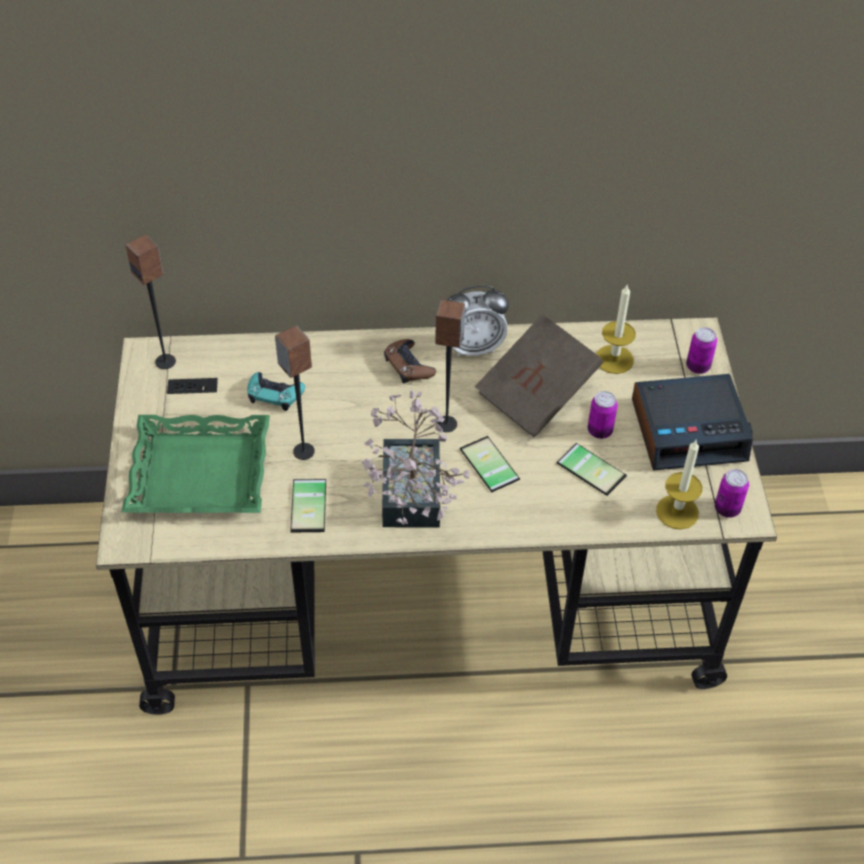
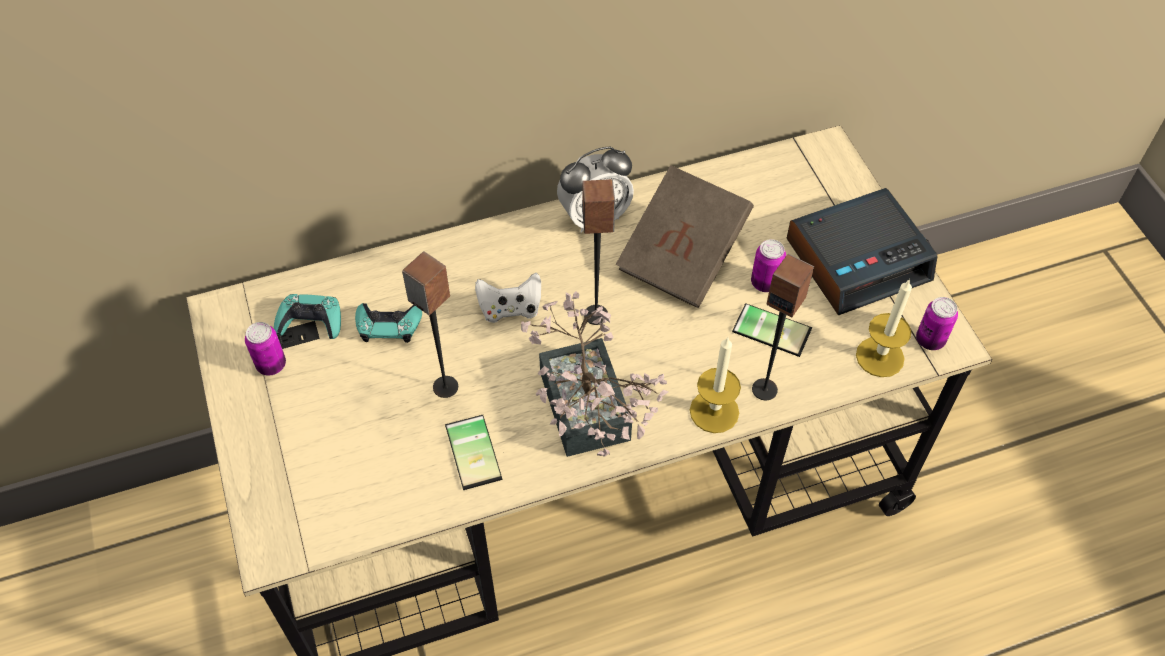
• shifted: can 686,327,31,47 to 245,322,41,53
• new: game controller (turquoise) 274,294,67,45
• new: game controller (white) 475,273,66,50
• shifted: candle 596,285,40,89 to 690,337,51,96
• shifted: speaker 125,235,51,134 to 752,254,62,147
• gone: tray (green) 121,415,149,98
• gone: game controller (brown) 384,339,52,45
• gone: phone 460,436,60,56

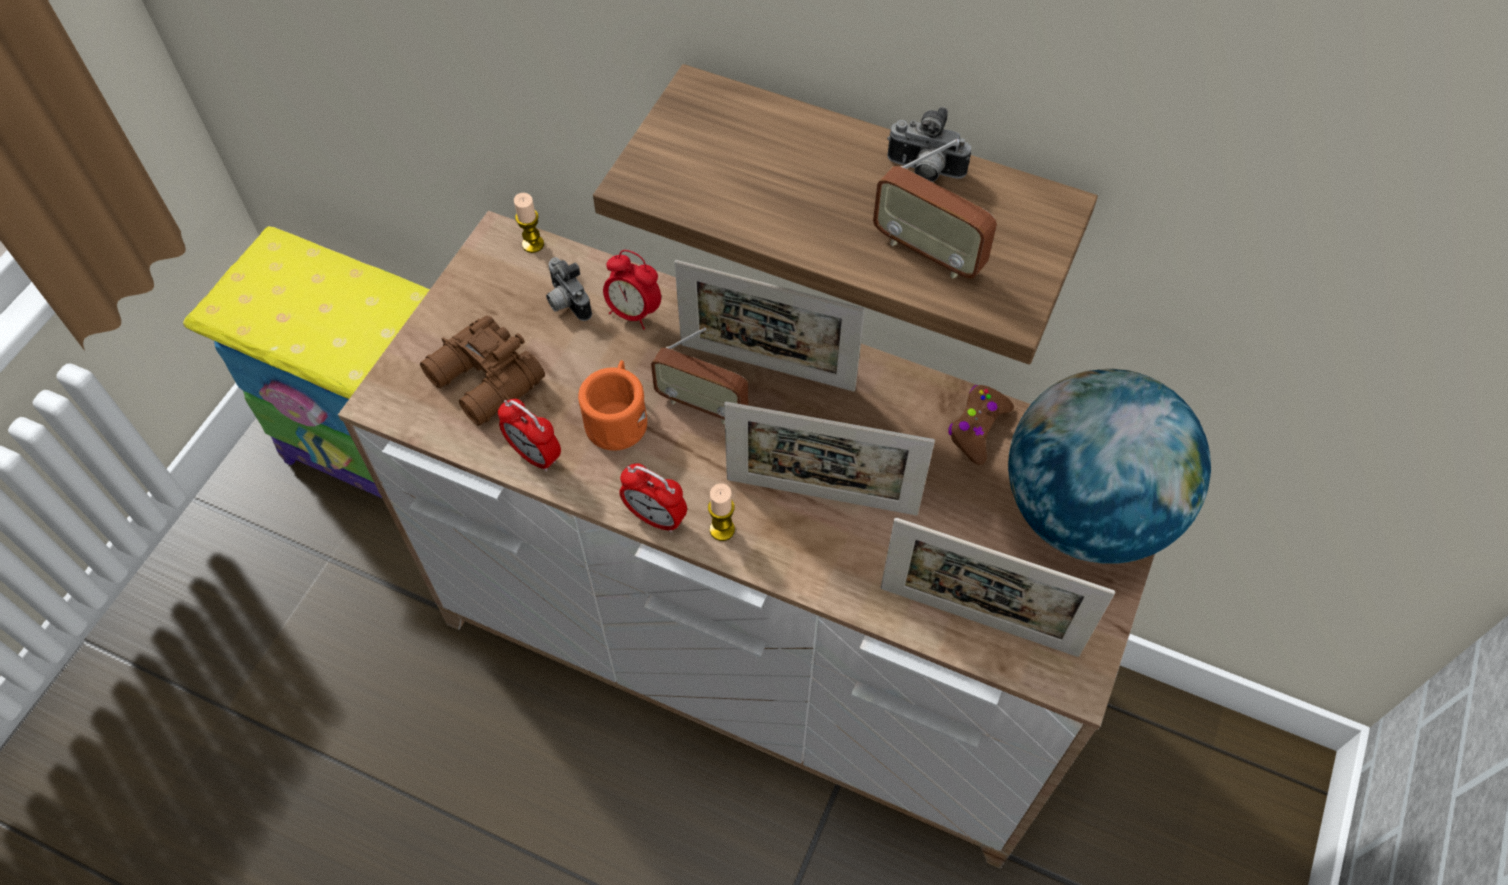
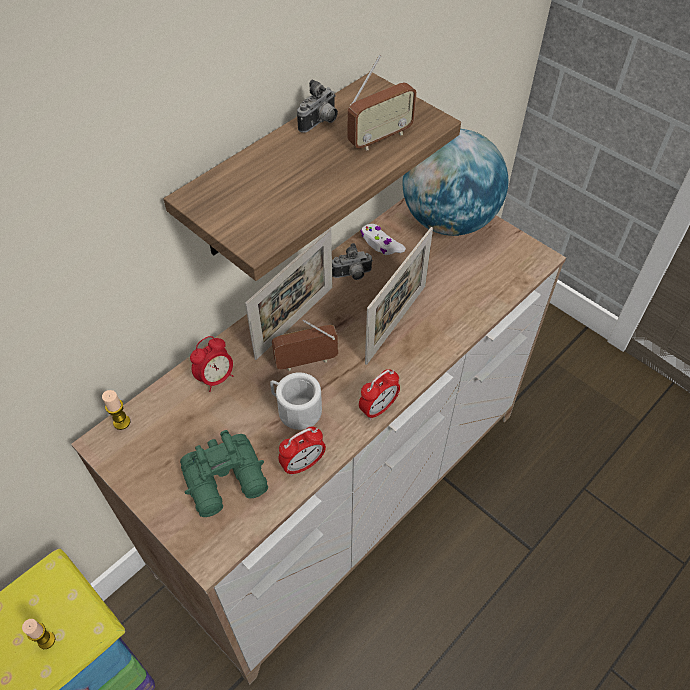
• shifted: candle 708,483,27,58 to 22,619,33,30
• repainted: binoculars (brown) 420,315,125,111 to binoculars (green) 180,430,88,87
• repainted: mug (orange) 578,360,69,91 to mug (white) 270,372,52,58
• rotated: radio 651,328,97,96 = 272,320,66,51 150 degrees counterclockwise
• shifted: photo camera 546,257,46,64 to 332,243,41,37
• repainted: game controller (brown) 948,385,66,80 to game controller (white) 360,224,46,31
• gone: picture frame 881,517,234,140

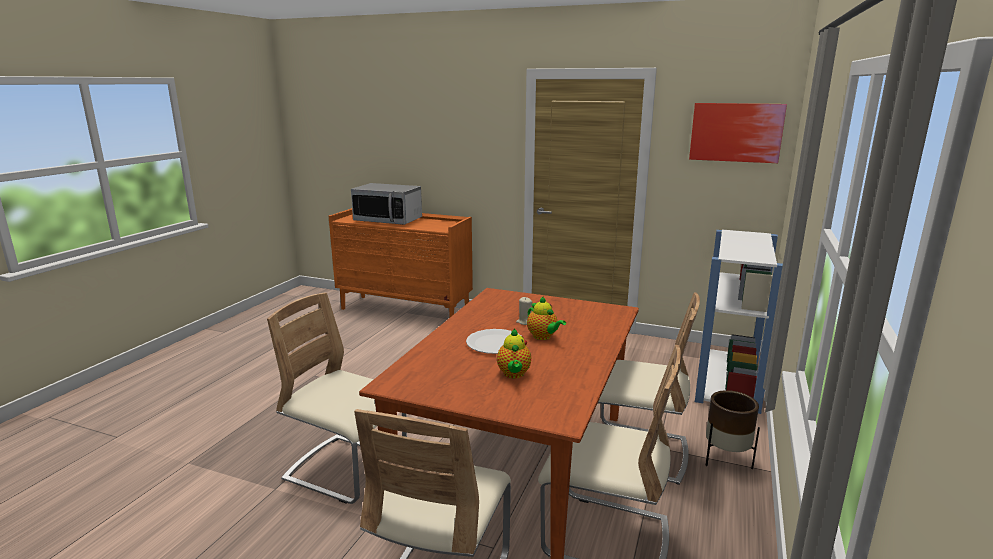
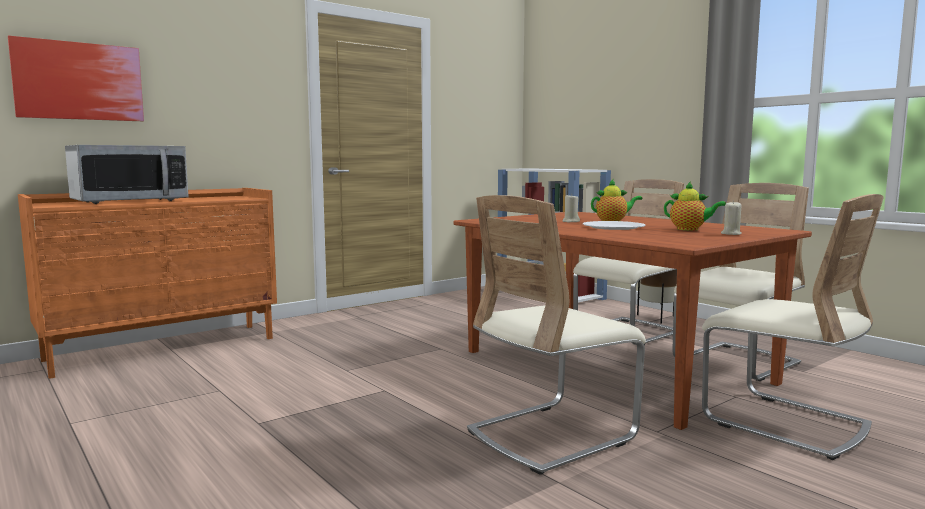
• shifted: picture 689,103,98,60 to 8,36,136,85
• new: candle (beige) 721,201,21,34

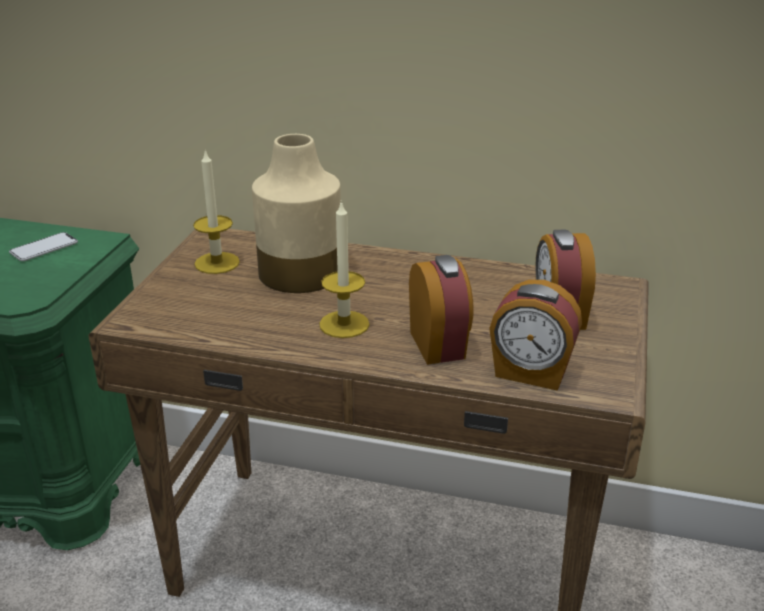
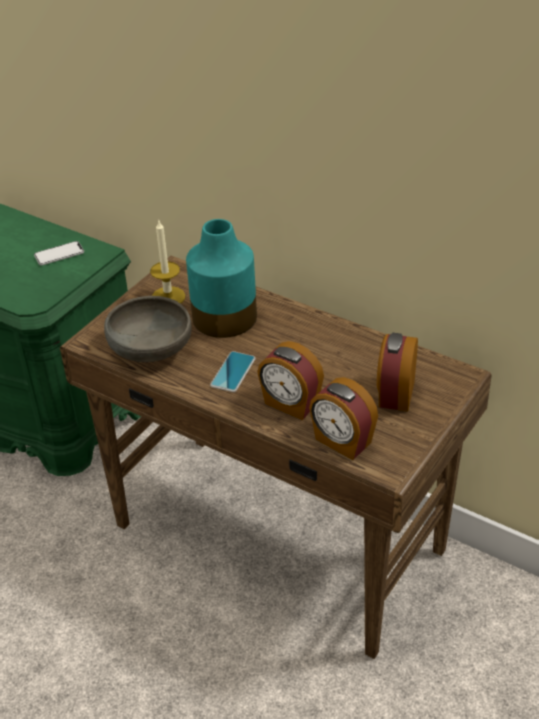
• new: bowl (grey) 104,296,87,66
• repainted: vase (beige) 252,134,89,159 to vase (turquoise) 186,219,71,119
• swapped: candle 319,201,50,137 to phone 210,351,46,41
• rotated: alarm clock 409,255,65,110 = 257,341,67,79 120 degrees clockwise

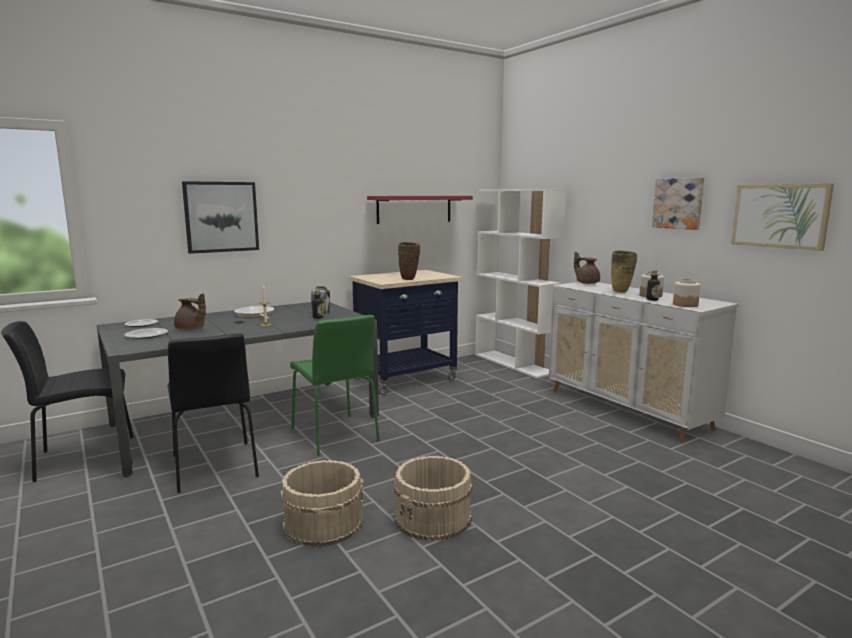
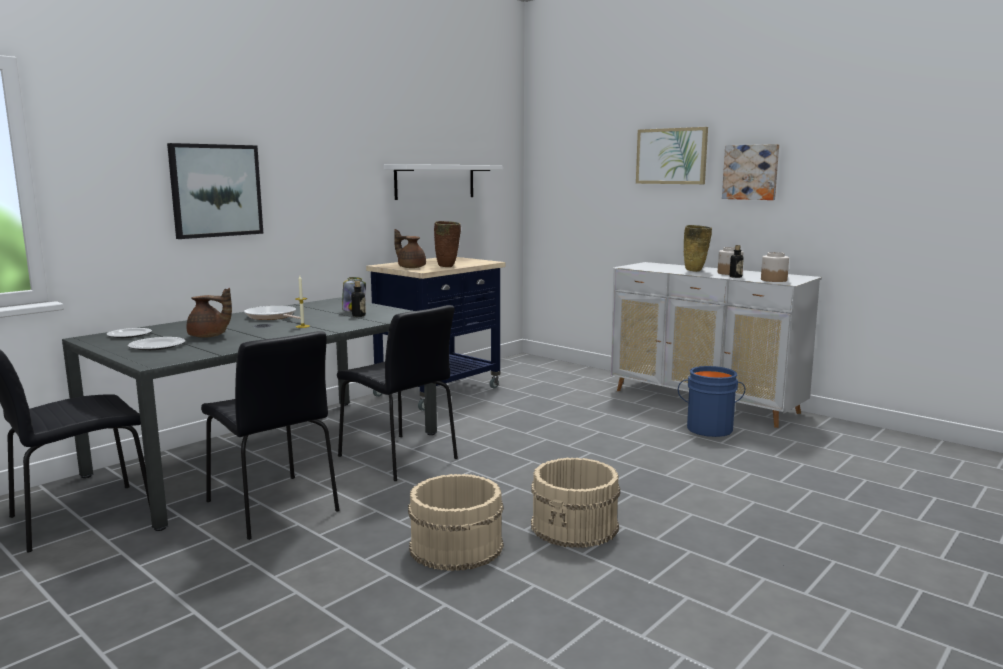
• repainted: chair (green) 290,315,90,141 to chair (black) 337,305,121,176
• repainted: shelf (red) 367,196,106,28 to shelf (white) 384,164,119,36
• shifted: teapot (brown) 574,252,26,32 to 394,229,32,39
• shifted: picture 731,184,103,67 to 636,127,72,57
• new: bucket (blue) 678,366,67,71
• gone: bookcase (white) 475,189,91,189

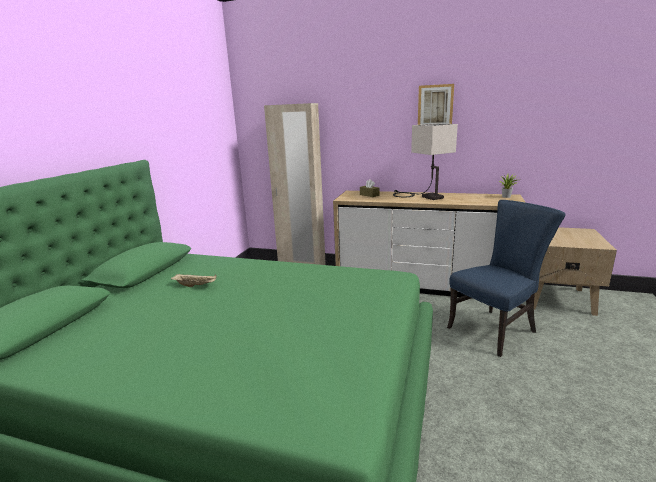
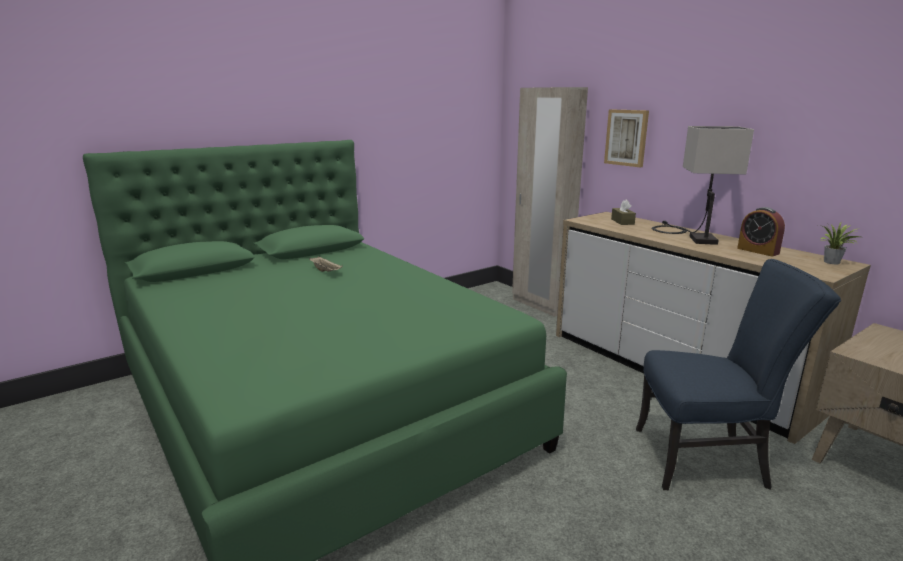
• shifted: picture 418,84,36,41 to 604,109,45,58
• new: alarm clock 737,207,48,49

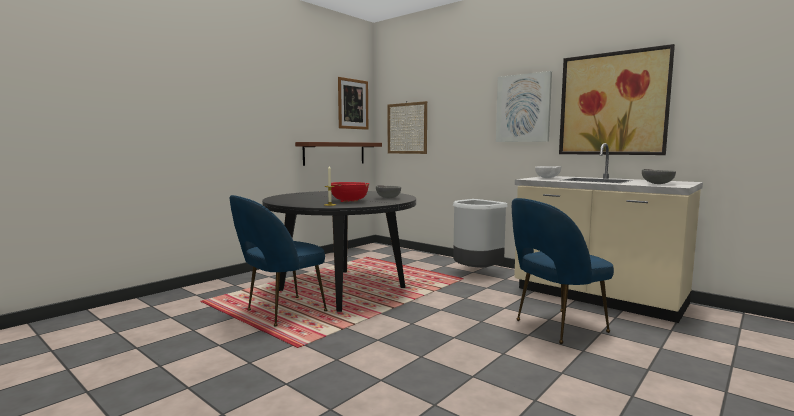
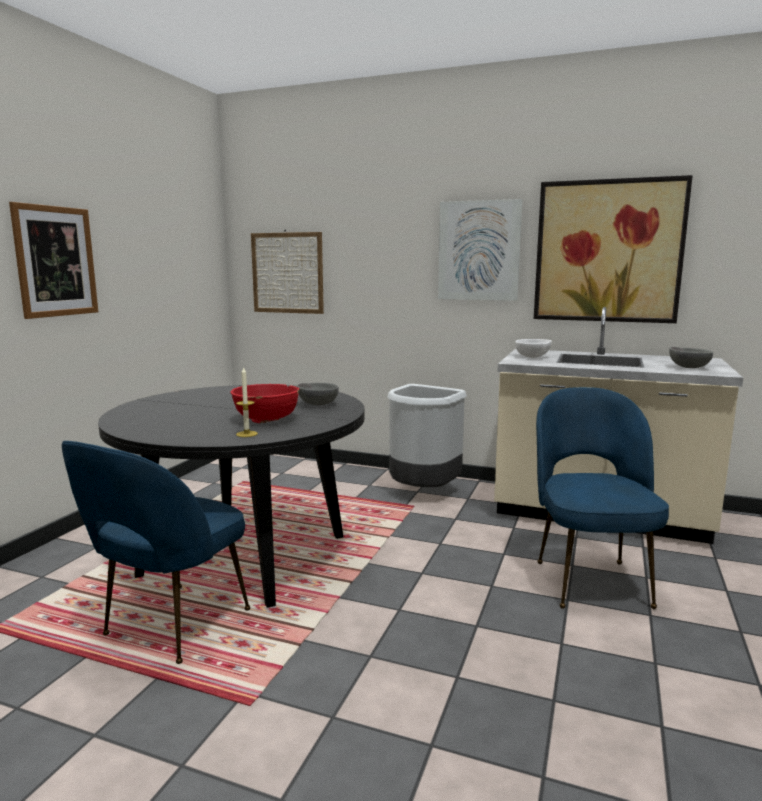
• shifted: picture 338,77,30,53 to 9,202,89,117
• rotated: chair (blue) 512,198,102,146 = 536,387,133,222 135 degrees clockwise
• gone: shelf (brown) 295,142,87,24

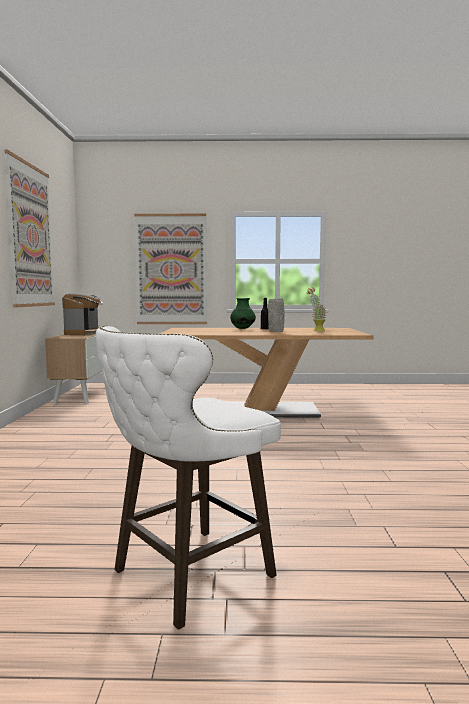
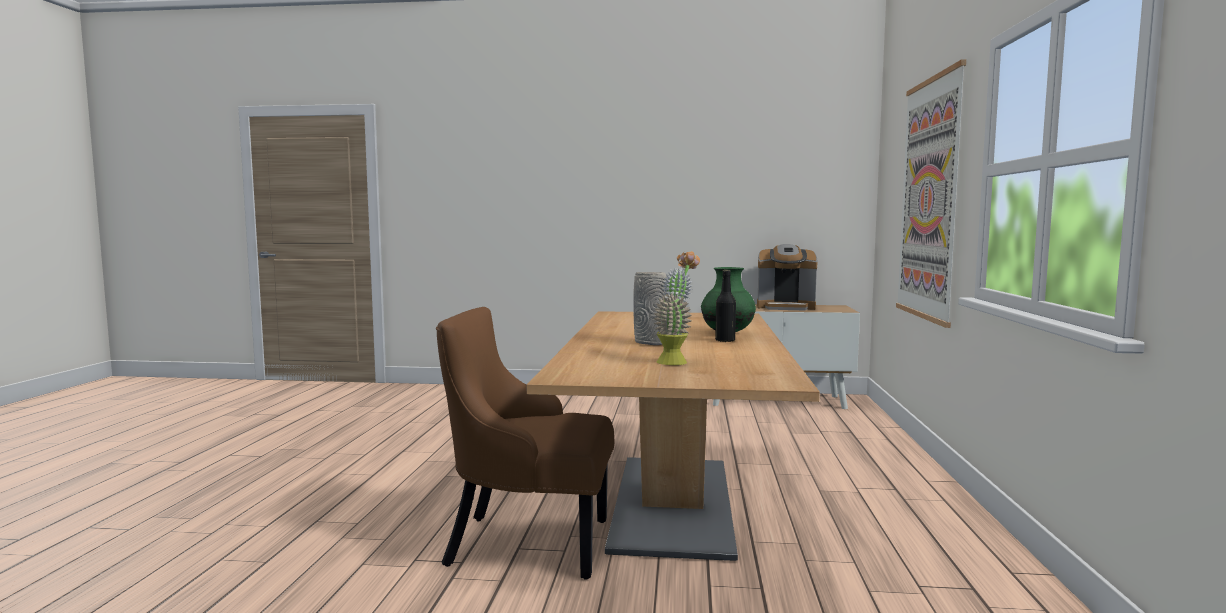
• new: chair (brown) 436,307,178,273
• gone: picture 5,149,50,159
• gone: stool (white) 96,326,185,304

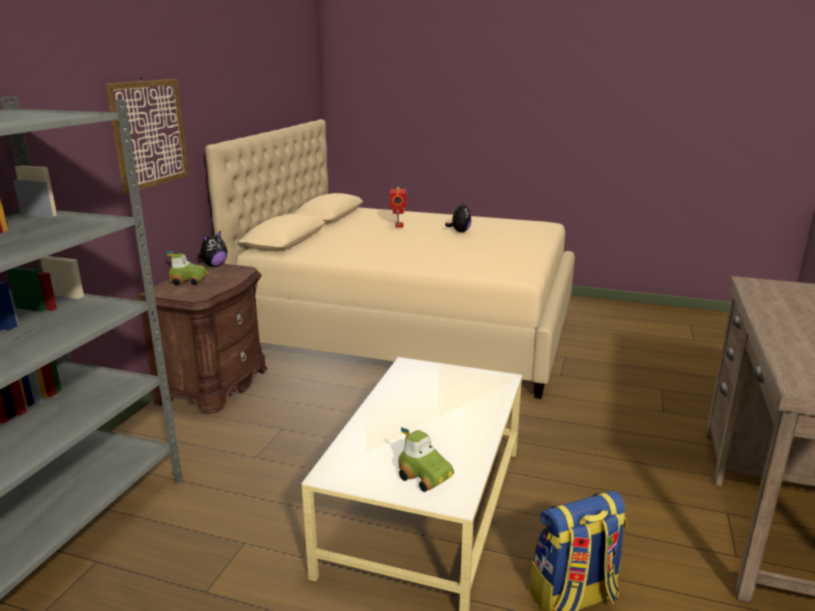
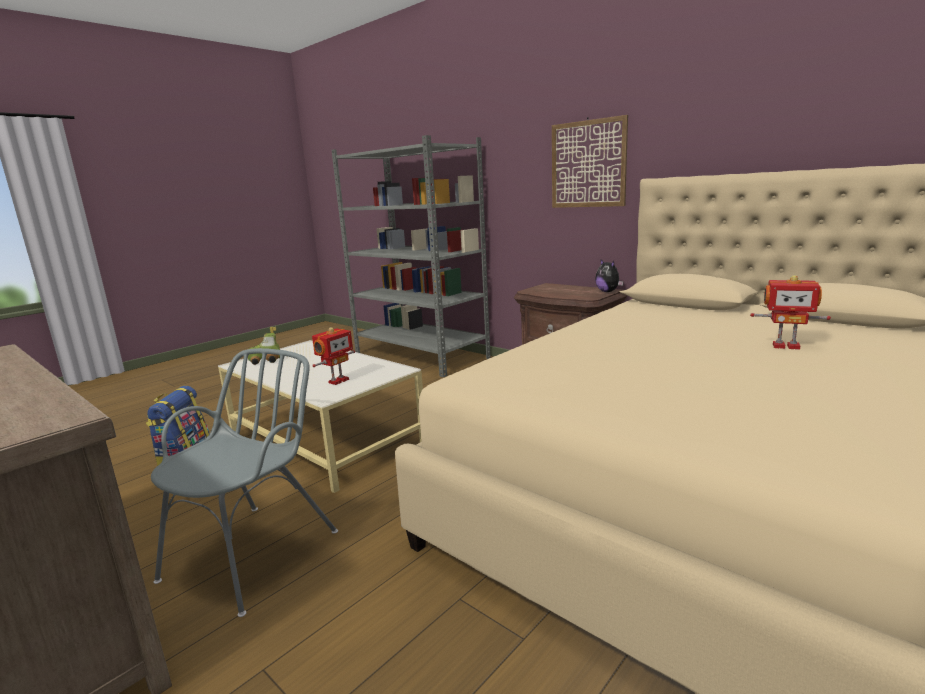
• new: chair (grey) 151,348,187,269
• new: toy robot 312,327,43,58
• gone: toy car 167,251,40,35
• gone: plush toy 445,202,26,30

